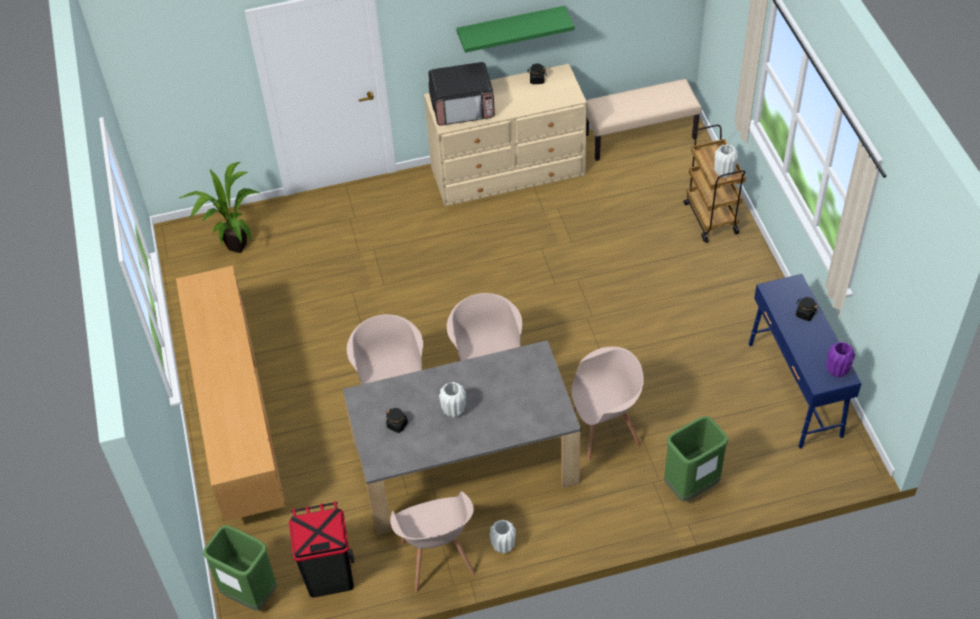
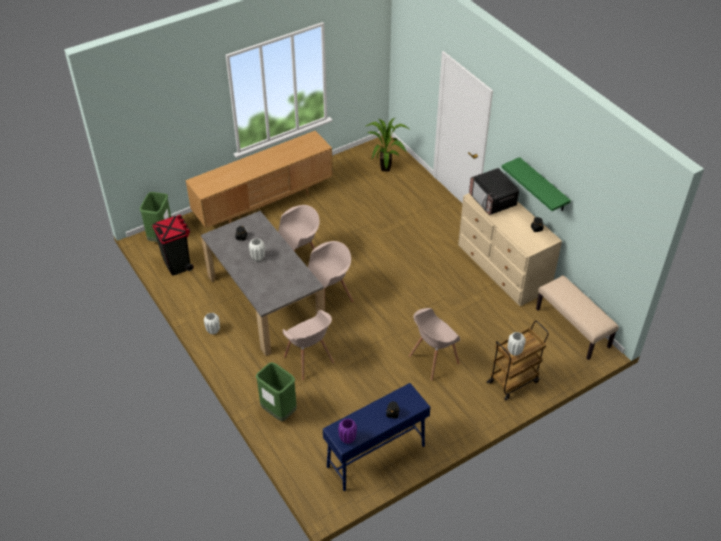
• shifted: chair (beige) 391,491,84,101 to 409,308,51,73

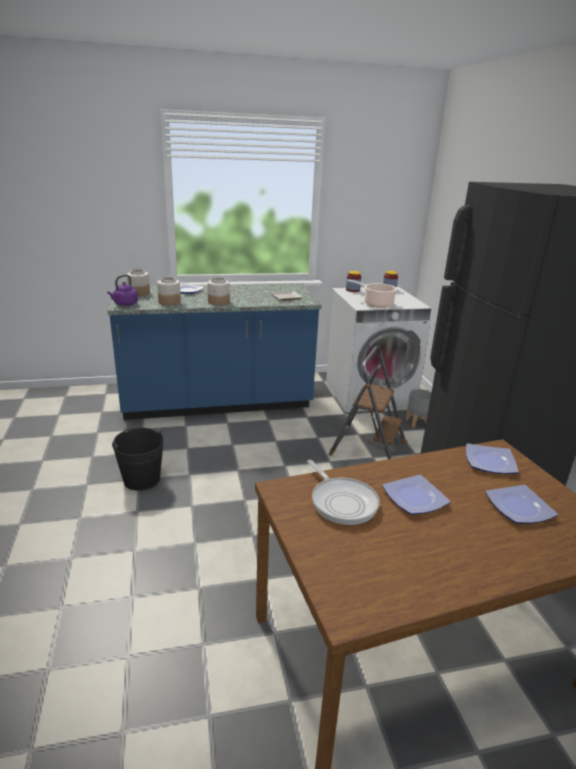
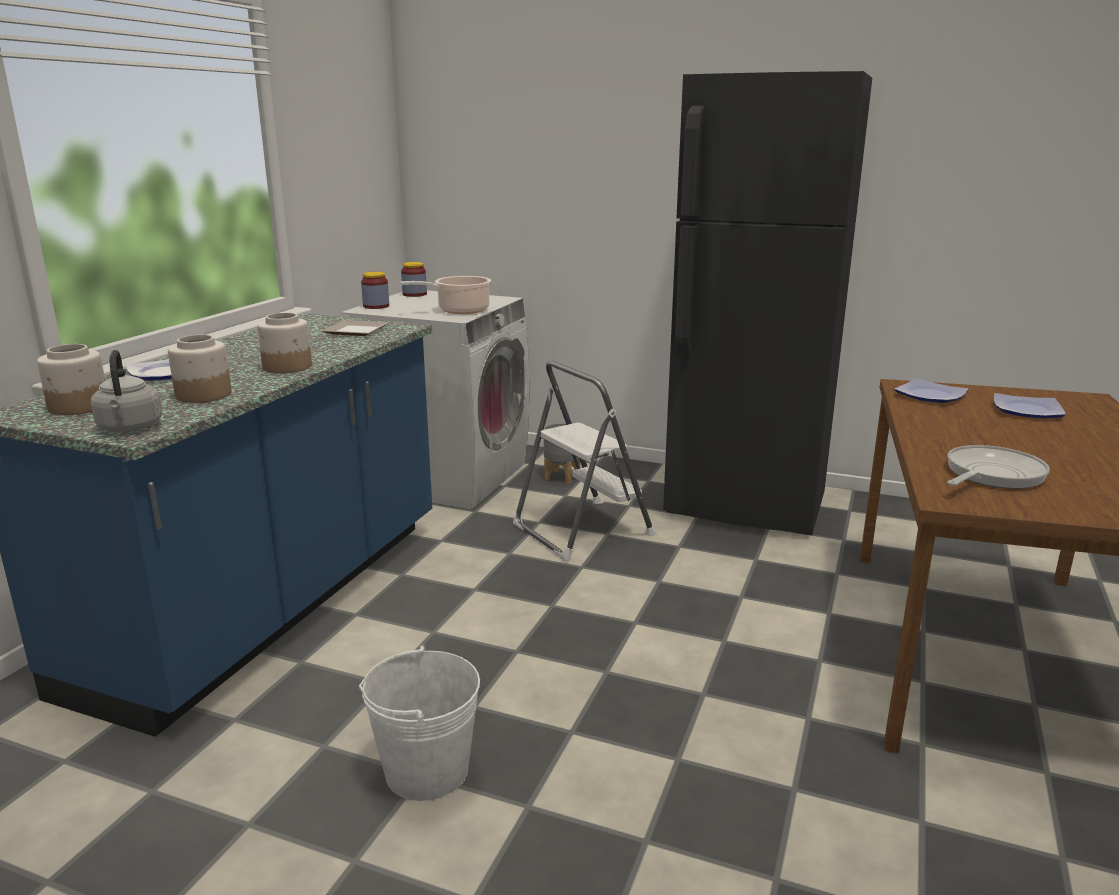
• repainted: kettle (purple) 107,274,31,32 to kettle (grey) 91,350,72,82
• repainted: bucket (black) 112,428,52,63 to bucket (white) 359,645,121,156
• repainted: step ladder (brown) 329,346,79,113 to step ladder (white) 513,361,145,200
• rotated: frying pan 307,460,73,65 = 947,445,103,44 45 degrees counterclockwise
• gone: plate 382,475,69,40

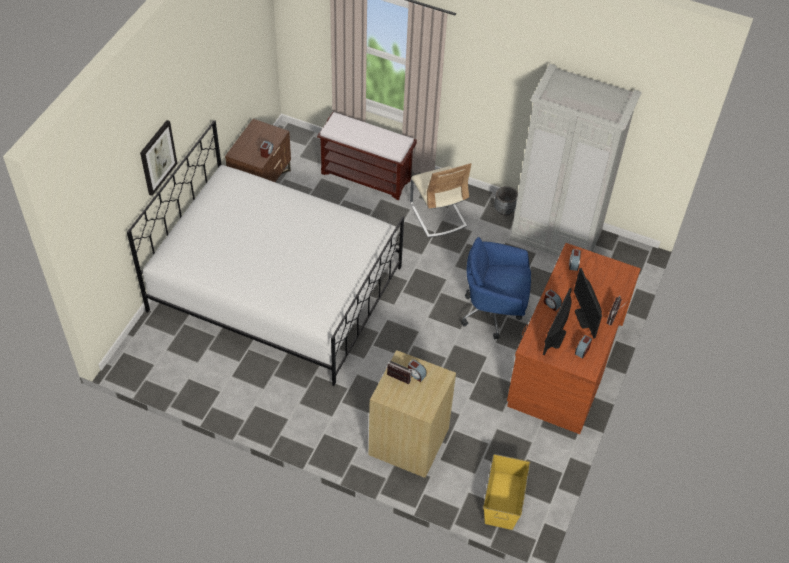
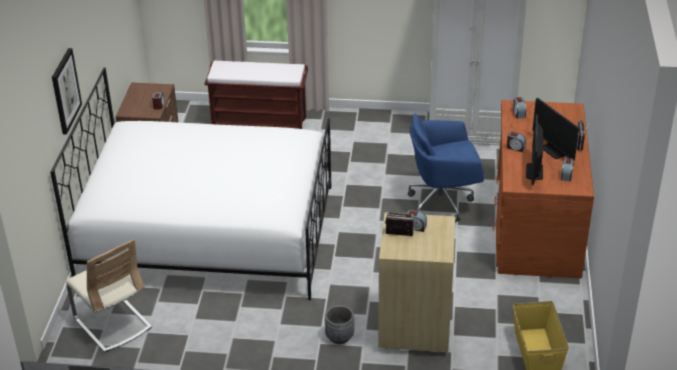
• shifted: chair (beige) 410,163,62,75 to 66,239,86,113
• shifted: planter (grey) 494,186,24,30 to 325,305,29,39

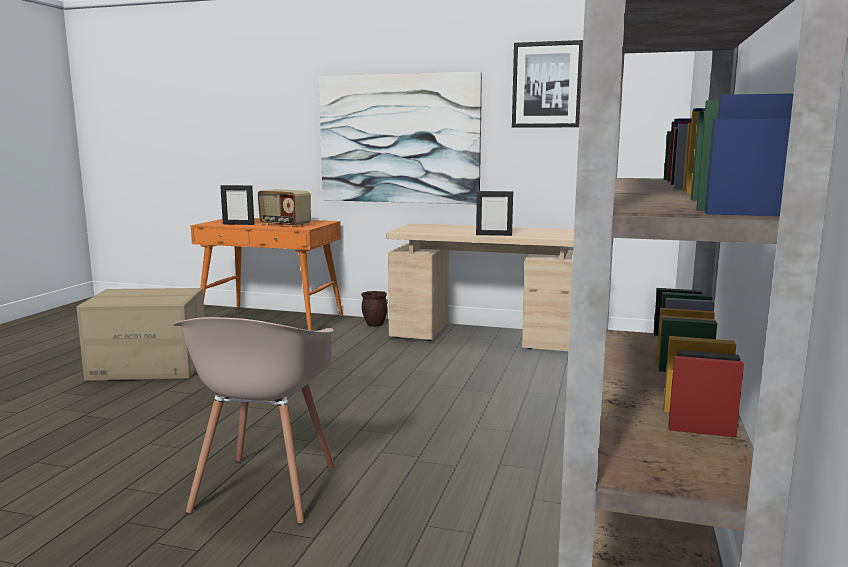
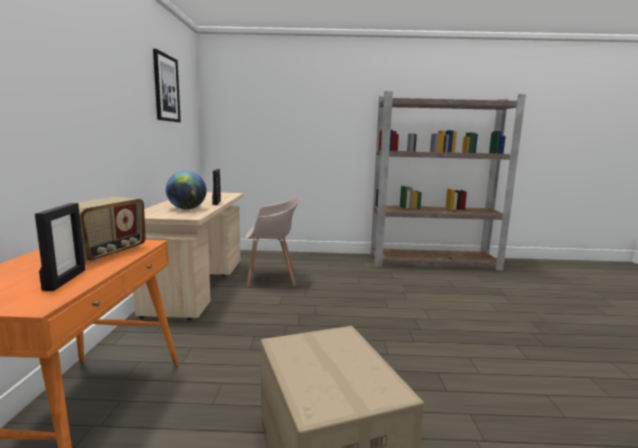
• new: globe 166,171,41,38
• shifted: chair (beige) 173,317,161,206 to 245,198,55,89
• gone: picture 319,72,163,132
• gone: planter (brown) 361,291,27,36

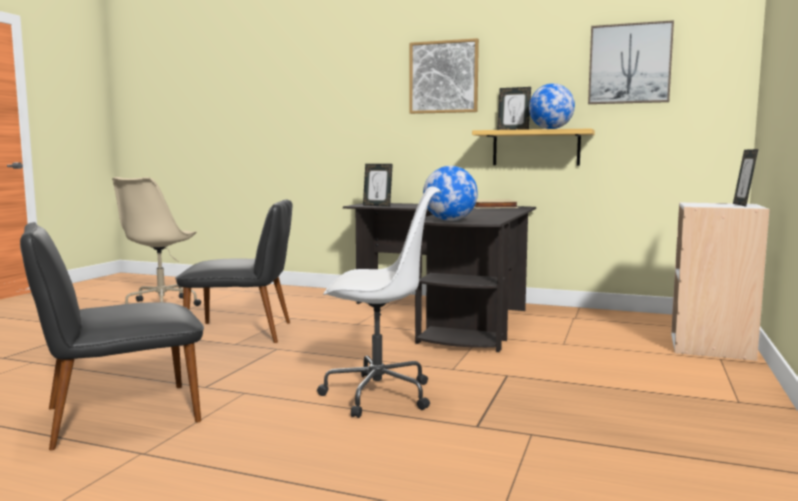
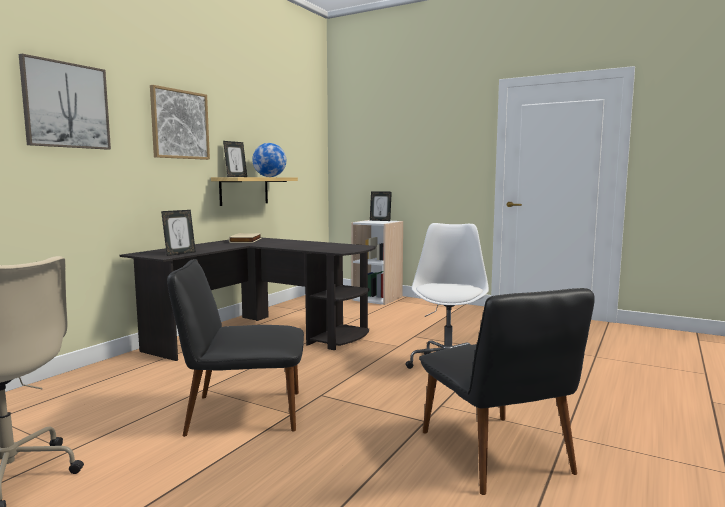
• shifted: picture 588,20,86,84 to 19,54,92,96
• rotated: chair (black) 175,199,118,144 = 167,259,137,178 105 degrees counterclockwise
• gone: globe 423,166,55,55

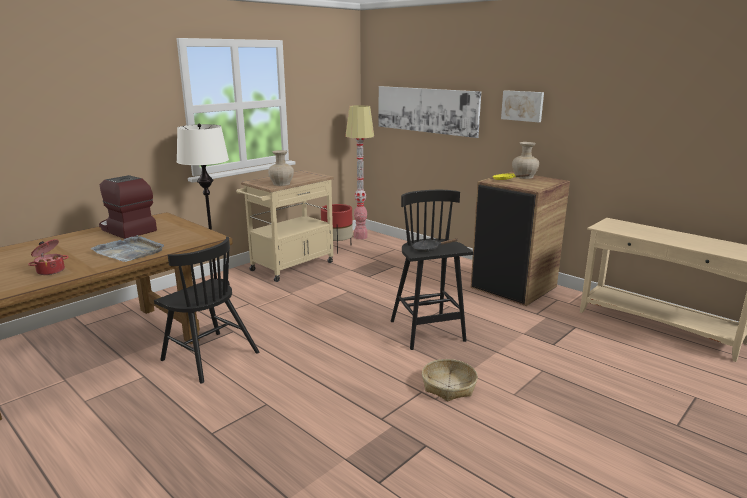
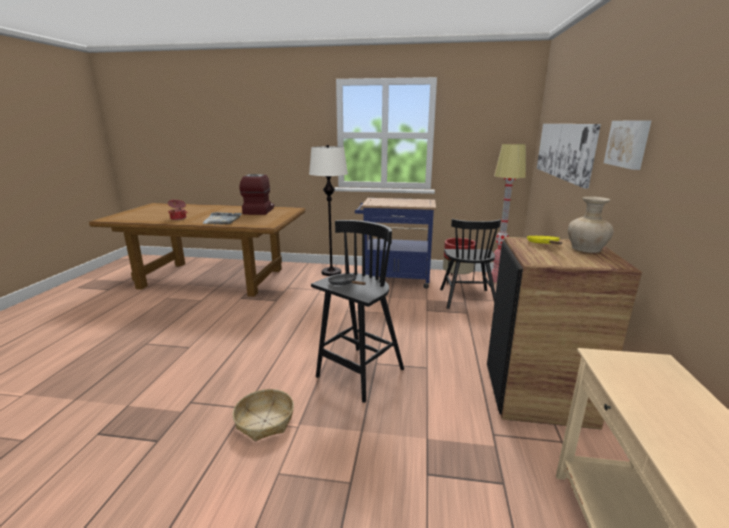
• repainted: cart (beige) 236,170,98,112 to cart (blue) 355,198,81,91
• shifted: chair (black) 154,236,106,148 to 440,219,61,90
• gone: vase (beige) 268,150,26,36

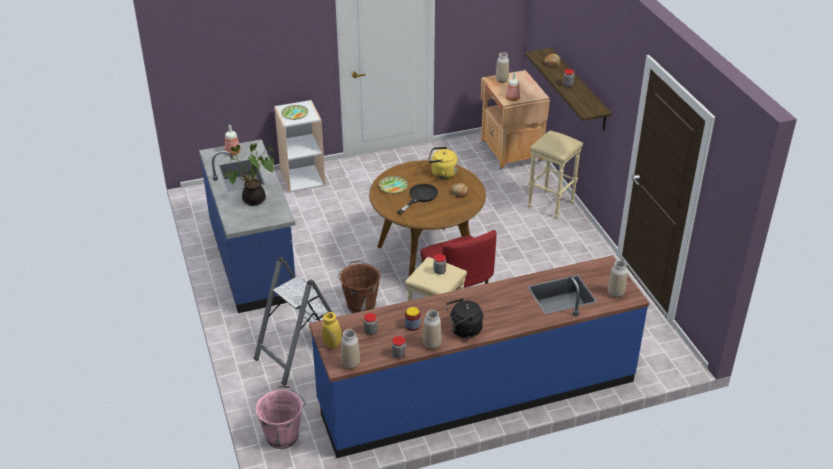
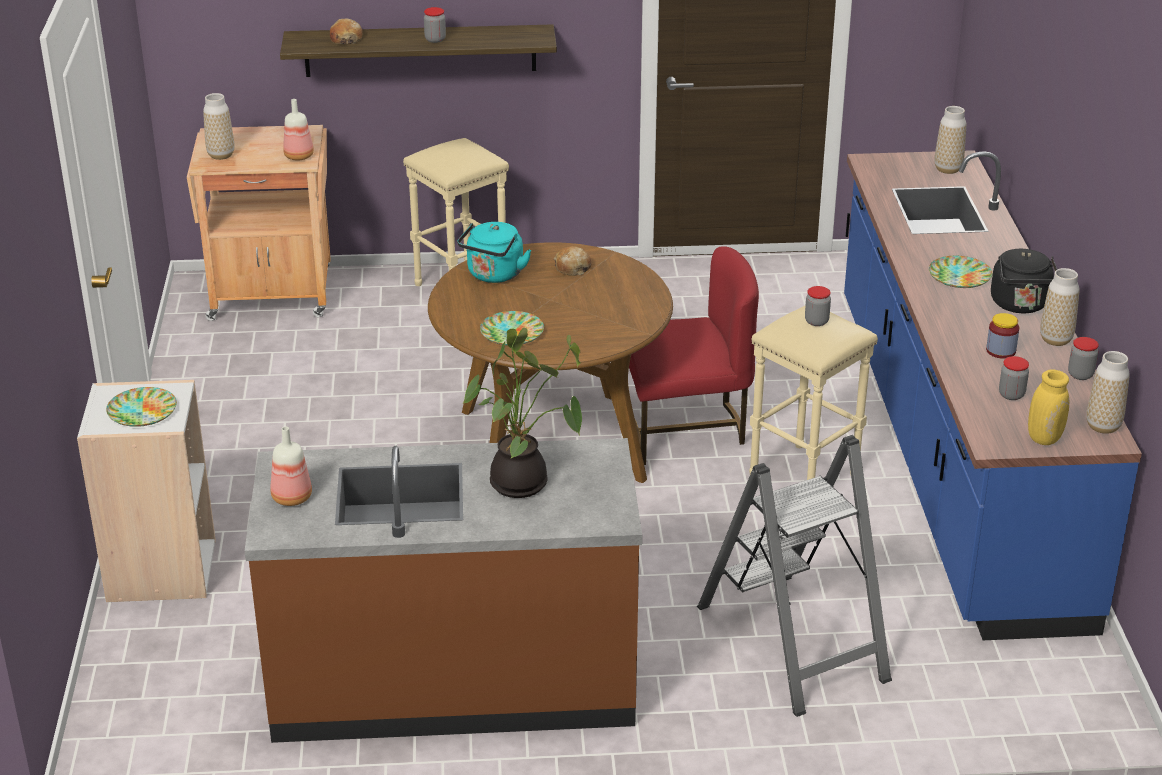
• repainted: counter (blue) 199,139,97,174 to counter (brown) 245,438,397,305
• repainted: kettle (yellow) 428,147,30,32 to kettle (turquoise) 457,222,75,61
• new: plate 929,256,63,32
• gone: bucket (pink) 256,385,50,64
• gone: bucket (brown) 338,260,43,53
• gone: frying pan (black) 397,184,41,31

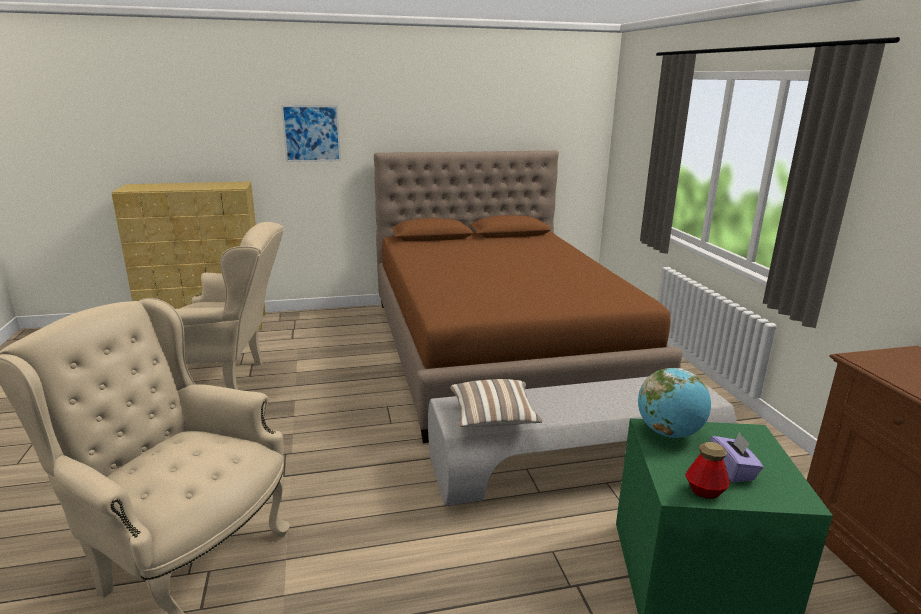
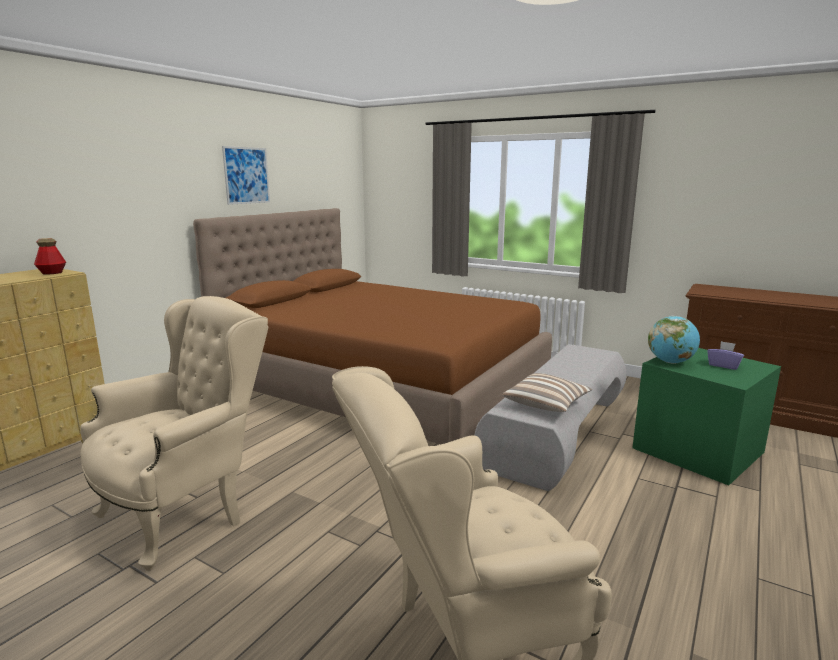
• shifted: bottle 685,442,45,57 to 34,238,32,37
• shifted: picture 281,105,60,57 to 222,146,48,59

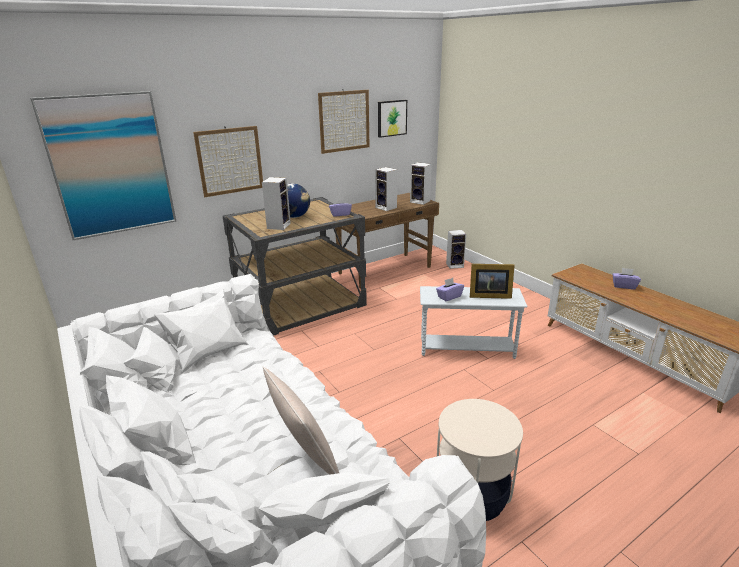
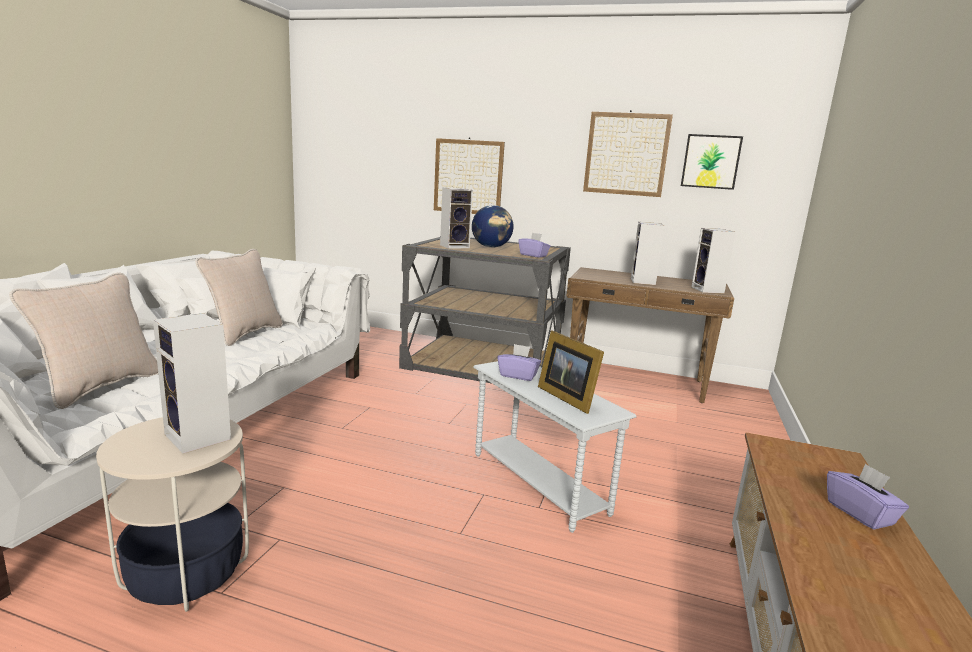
• shifted: speaker 446,230,20,39 to 153,313,78,141
• new: pillow (beige) 195,249,88,97
• gone: picture 30,91,146,149

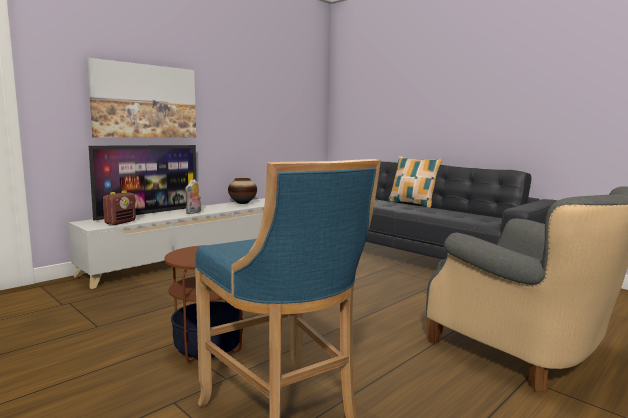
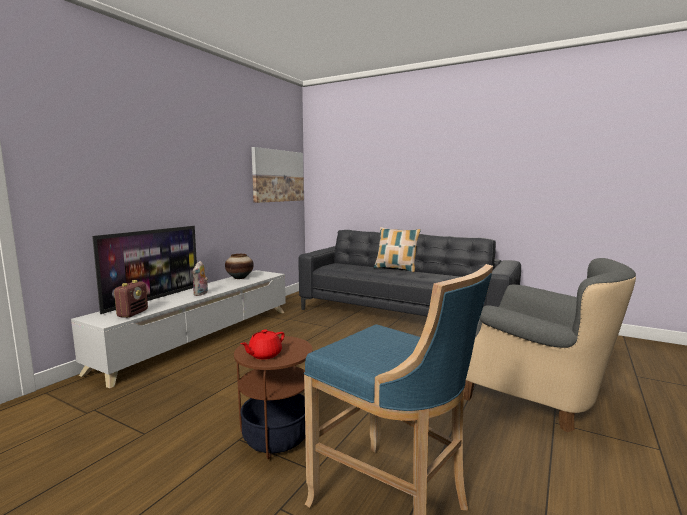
• new: teapot (red) 240,329,45,30
• shifted: picture 87,58,109,80 to 251,147,53,56

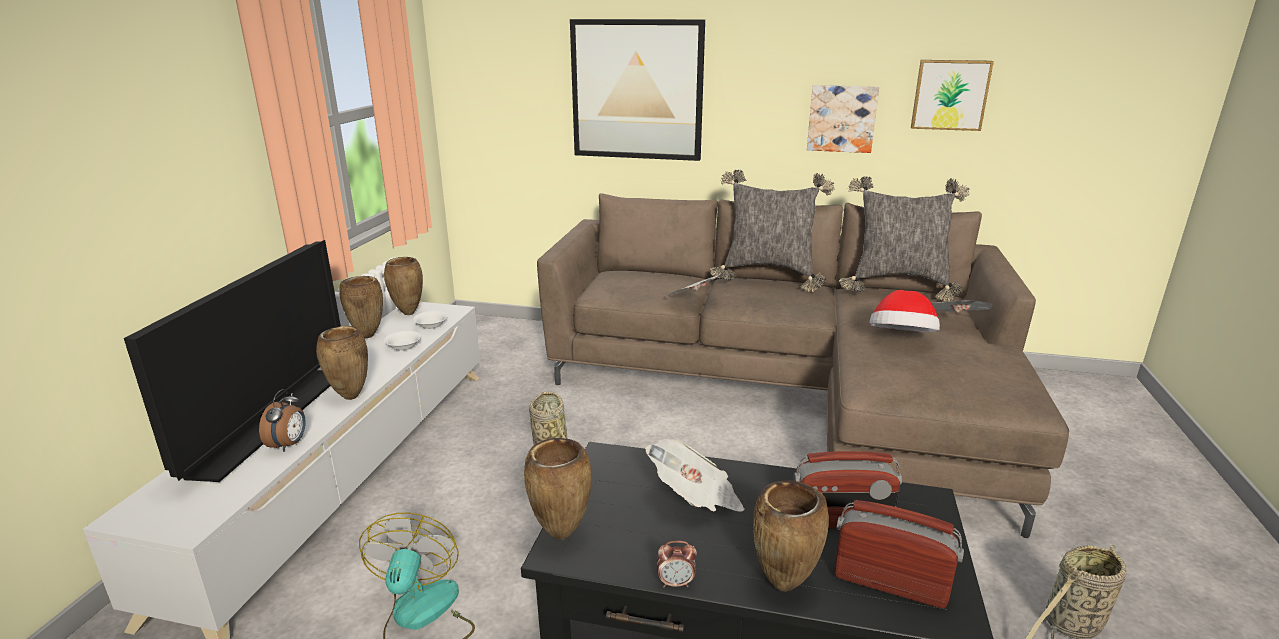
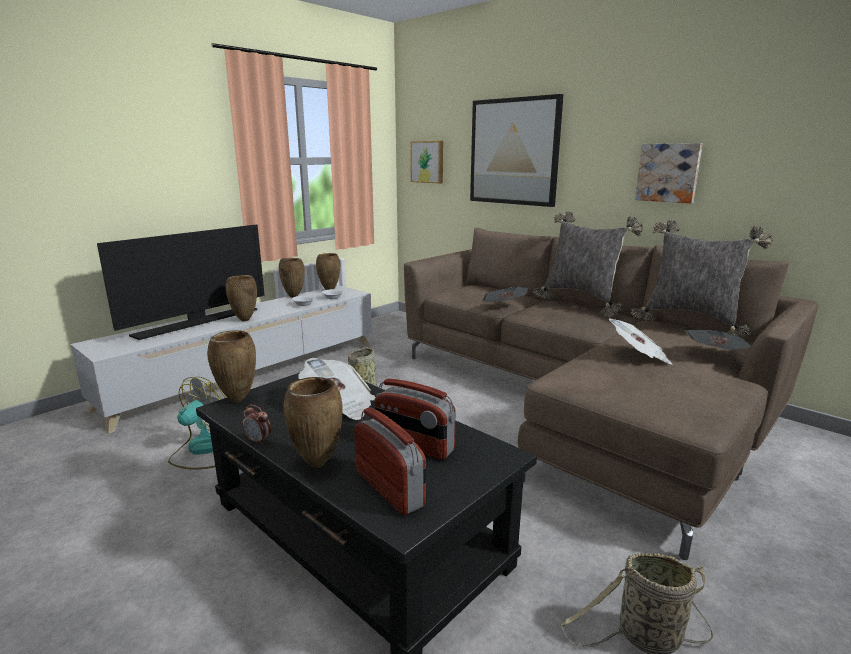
• shifted: picture 911,60,83,71 to 410,141,33,43
• swapped: hat 870,290,70,42 to newspaper 609,318,64,47
• gone: alarm clock 259,389,47,63

